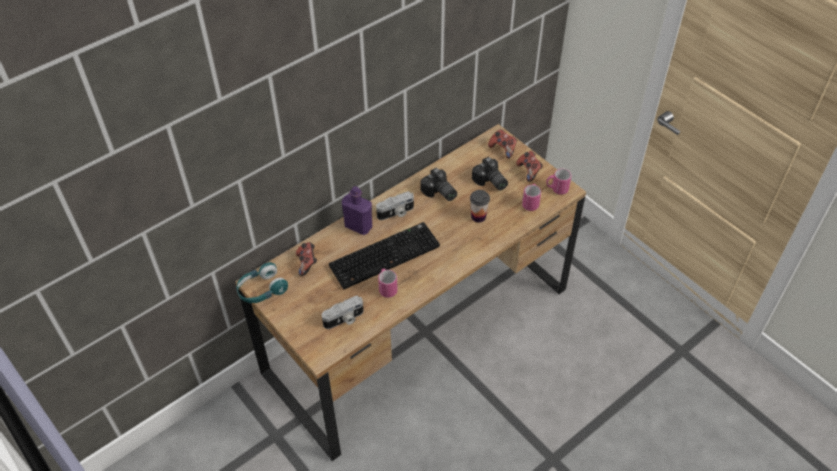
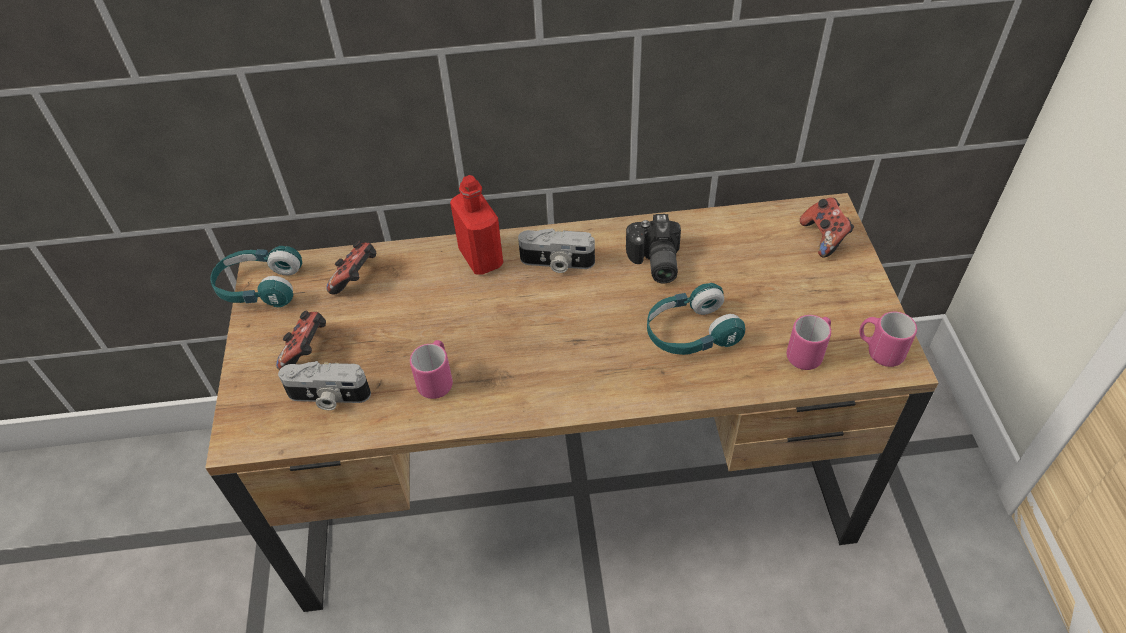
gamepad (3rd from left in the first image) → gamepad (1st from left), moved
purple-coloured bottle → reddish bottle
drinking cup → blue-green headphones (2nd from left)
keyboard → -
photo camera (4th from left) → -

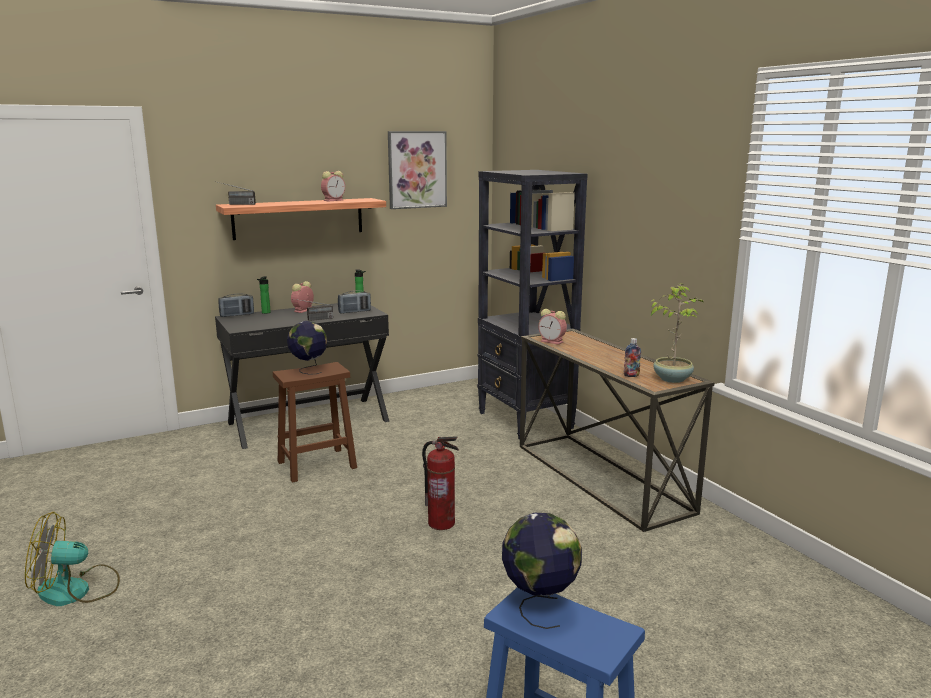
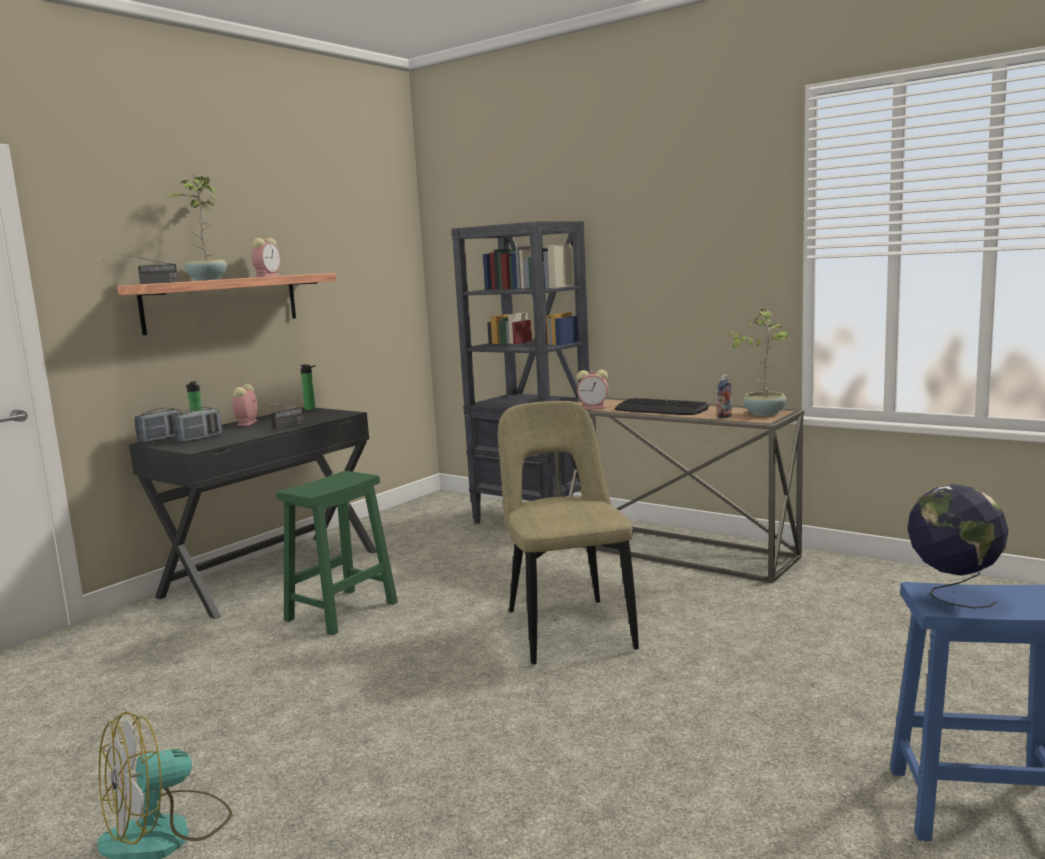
- → plant in a pot (1st from left)
radio receiver (4th from left in the first image) → radio receiver (3rd from left), moved
brown stool → green-coloured stool
extinguisher → beige-coloured plain chair
- → keyboard
world globe (1st from left) → -
wall art → -

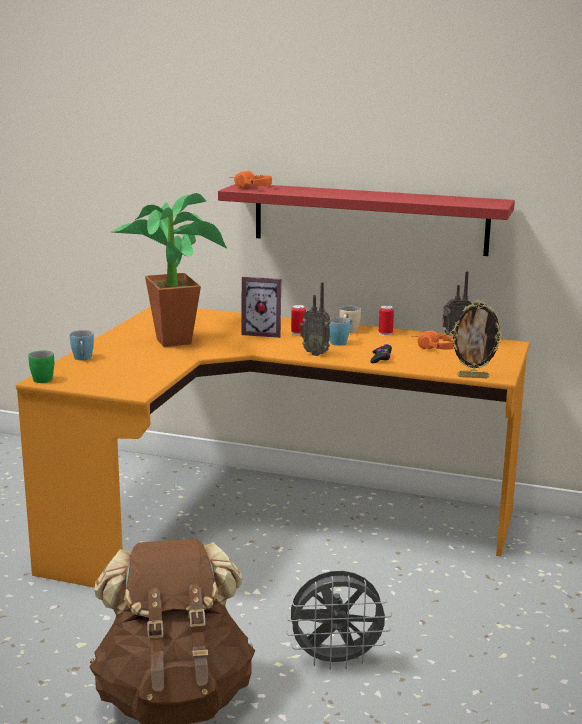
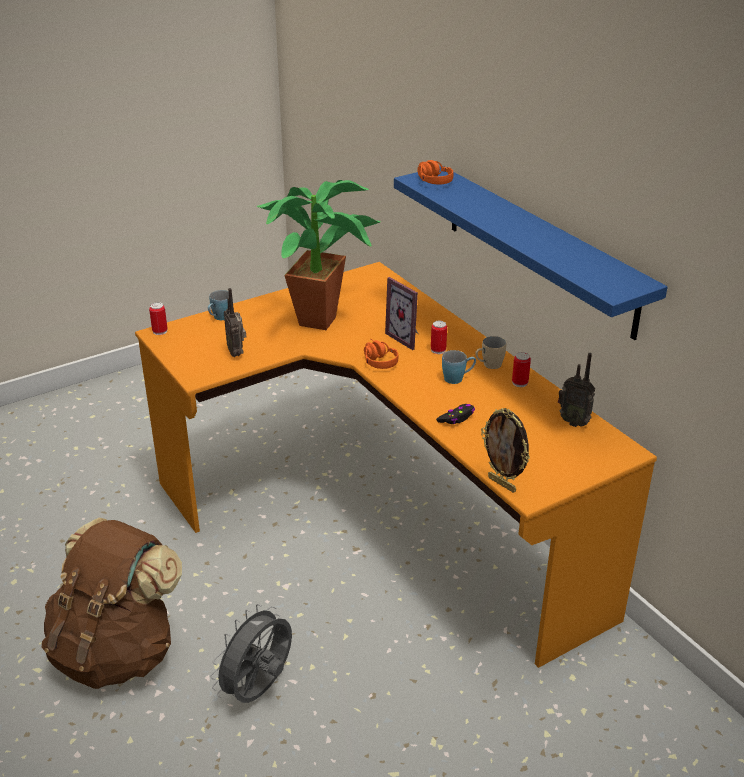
green-coloured tea mug → metal can (1st from left)
gray cooling fan, 90 degrees clockwise
radio receiver (1st from left), moved
orange-coloured headphones (2nd from left in the first image) → orange-coloured headphones (1st from left), moved
reddish bracket shelf → blue-coloured bracket shelf

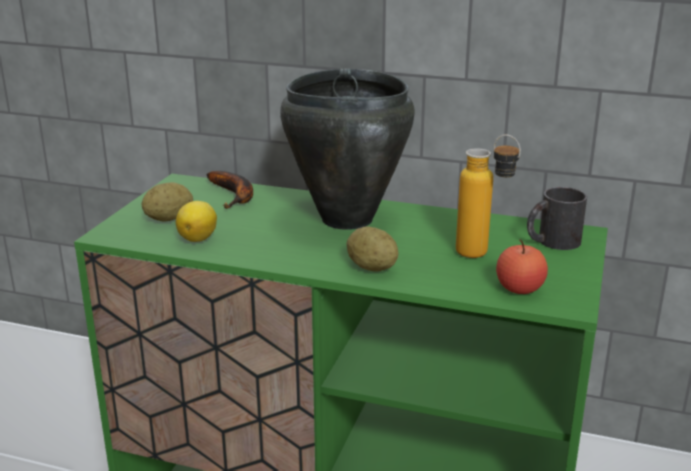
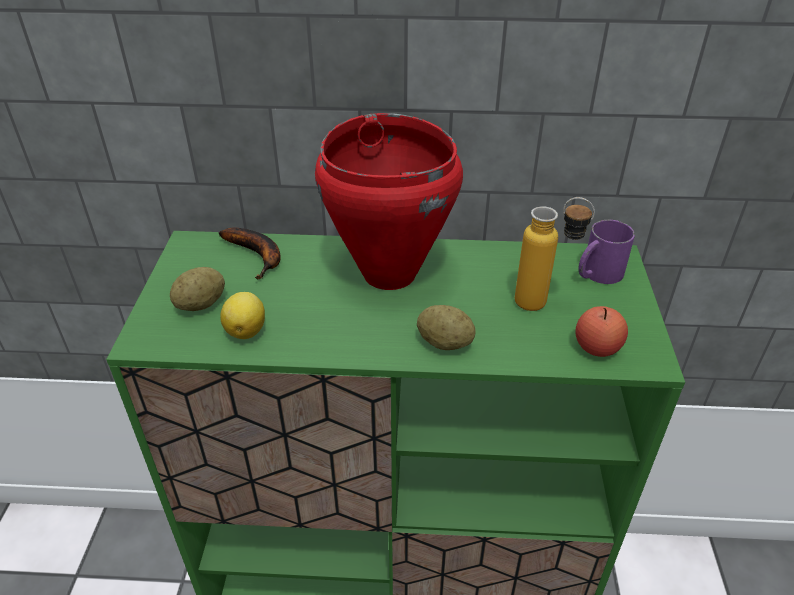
black stockpot → reddish stockpot
black tea mug → purple-coloured tea mug

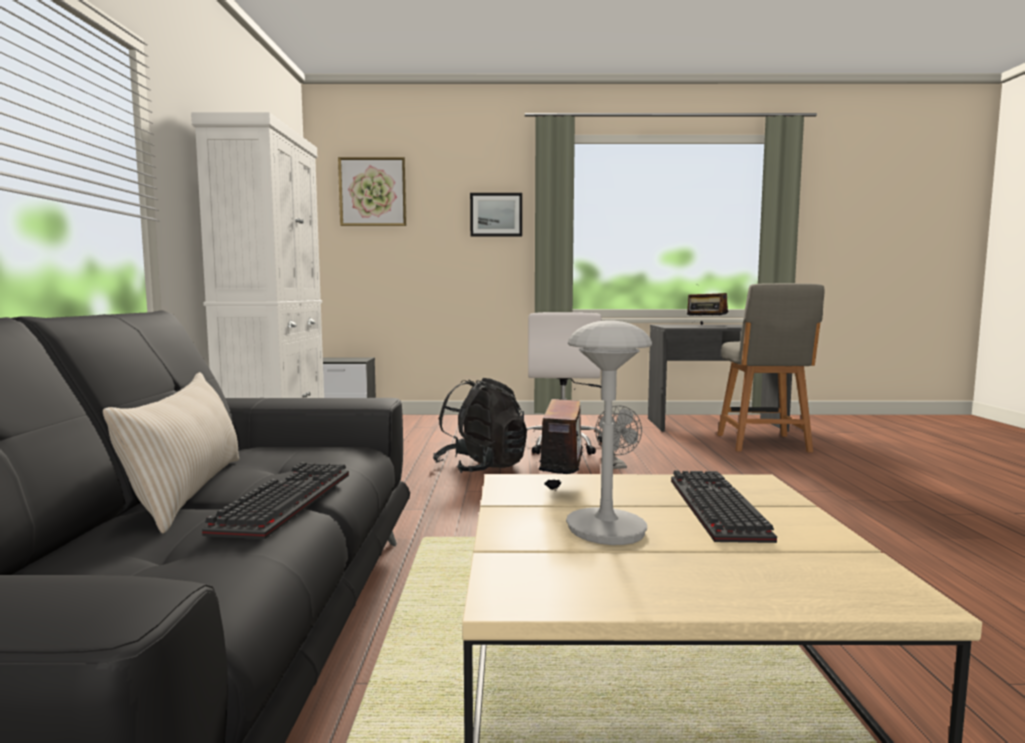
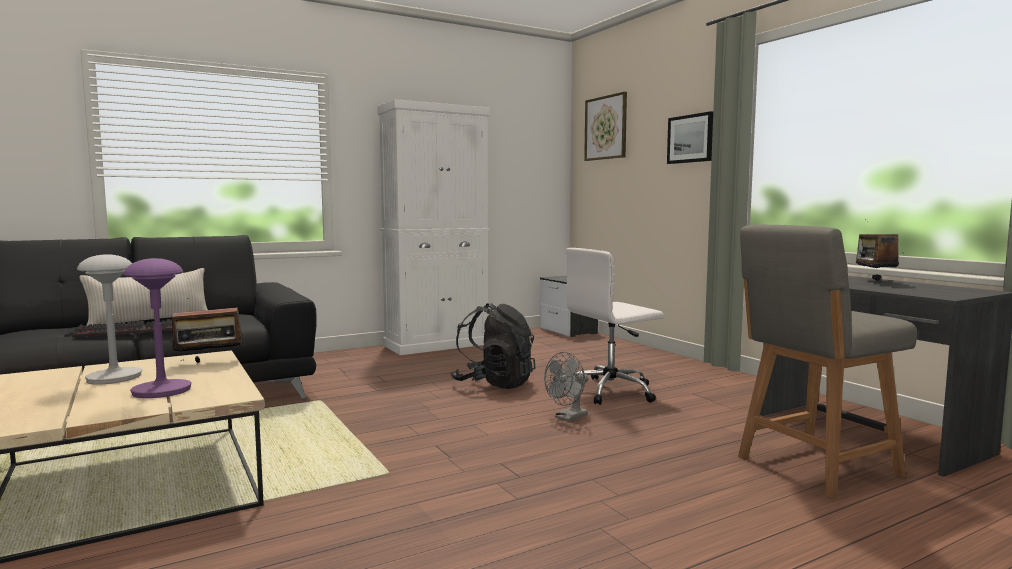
keyboard (2nd from left) → purple-coloured lamp for a table

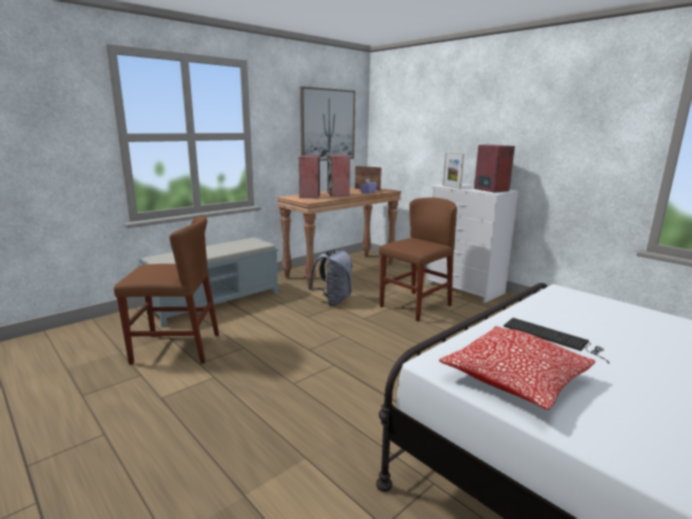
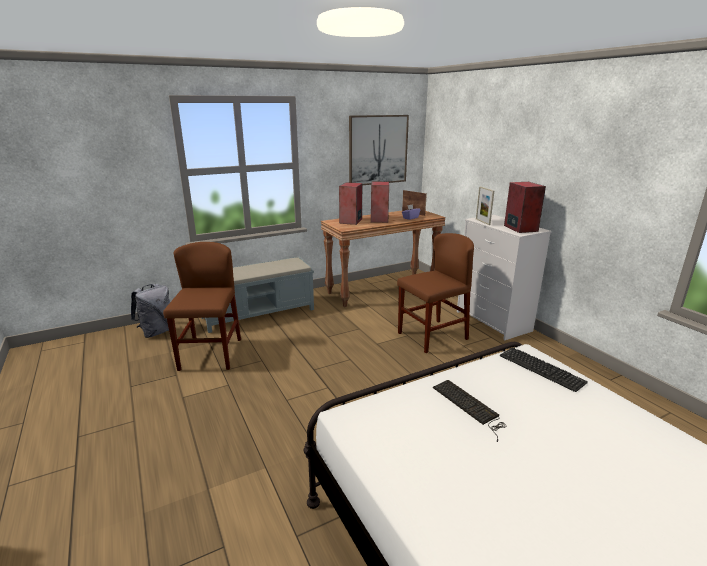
gray rucksack, moved
brown plain chair (1st from left), 105 degrees counterclockwise
- → keyboard (2nd from left)
cushion → -

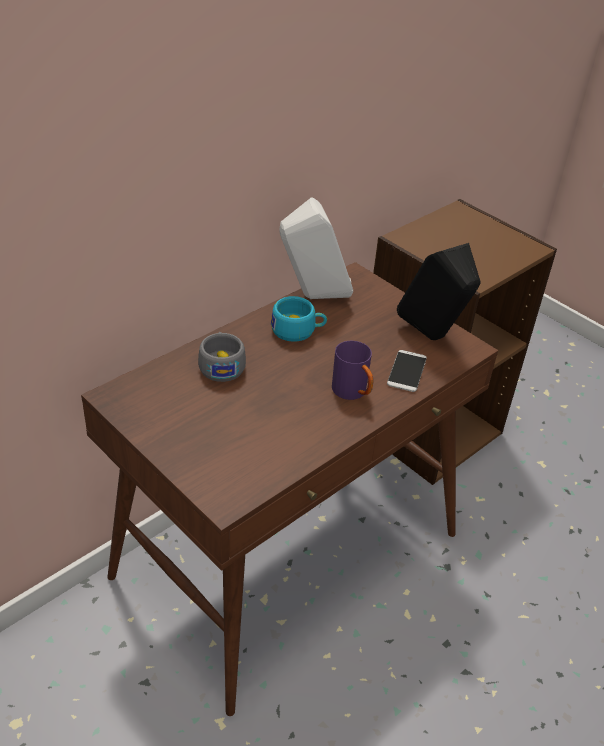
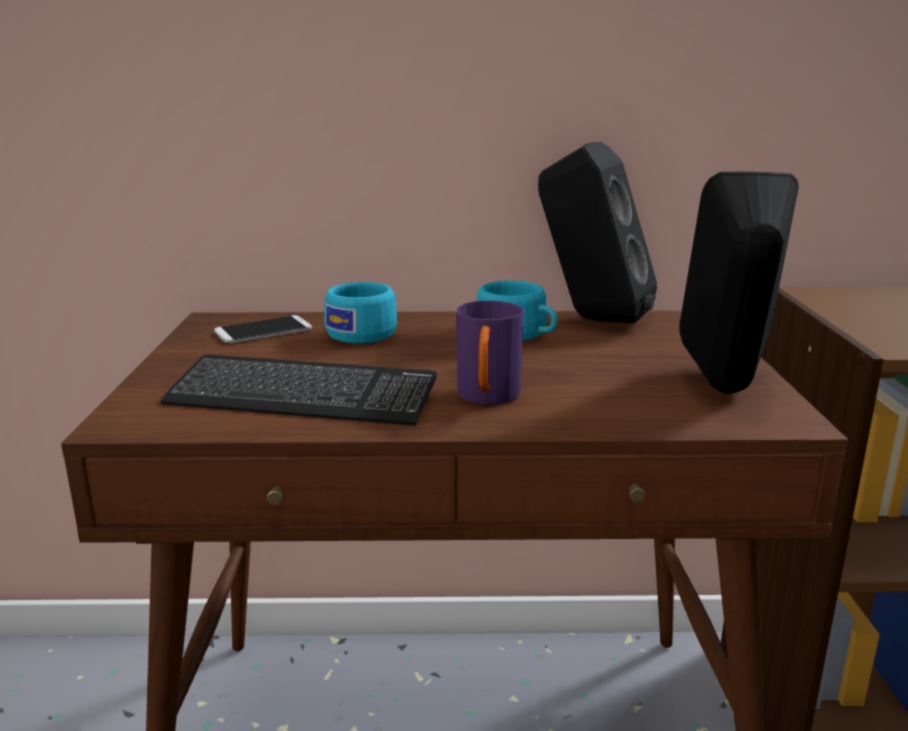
- → keyboard
handset, moved
gray drinking cup → blue-green drinking cup (1st from left)
white speaker → black speaker (1st from left)

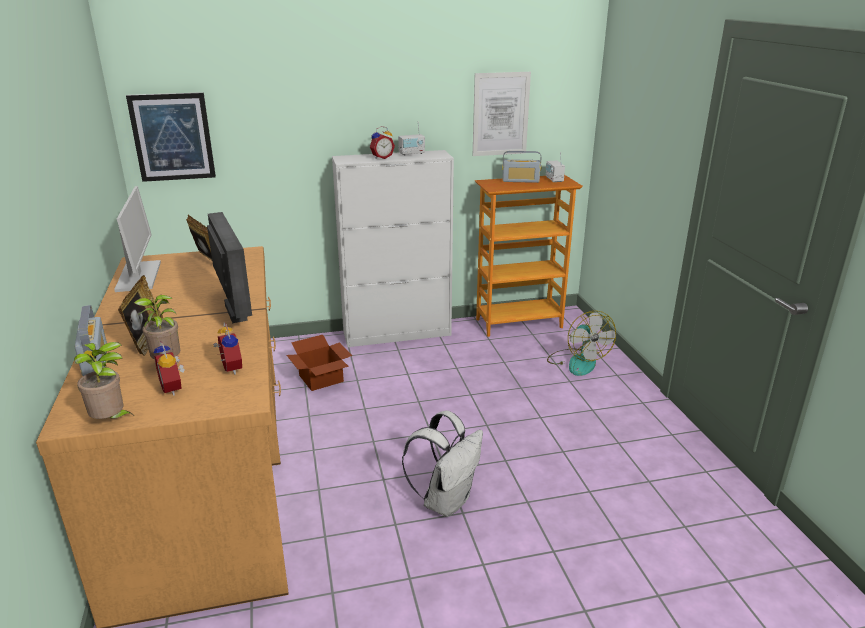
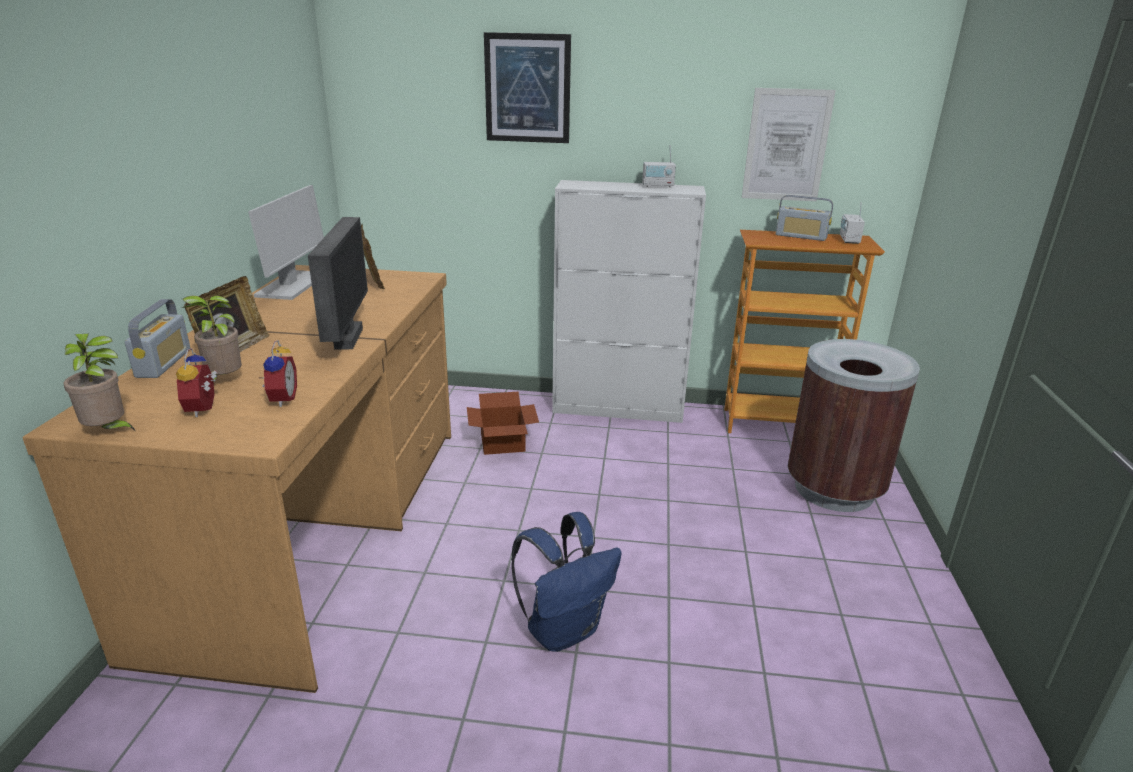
wall art (1st from left), moved
white rucksack → blue-coloured rucksack
cooling fan → brown trash can
alarm clock (3rd from left) → -

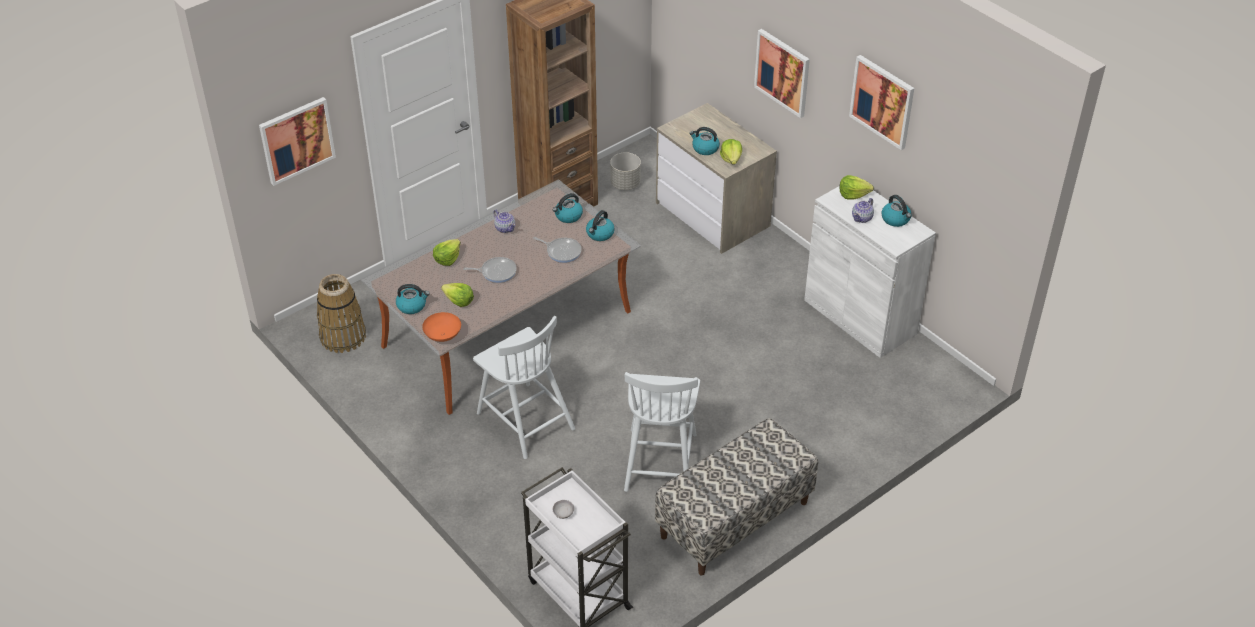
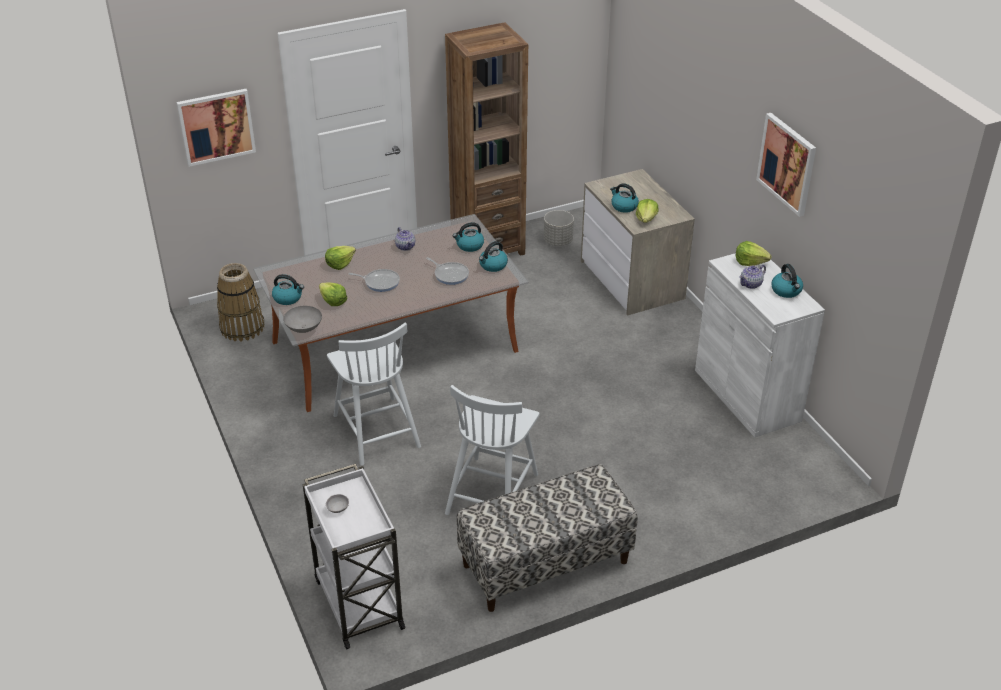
orange-coloured serving bowl → gray serving bowl (1st from left)
wall art (2nd from left) → -

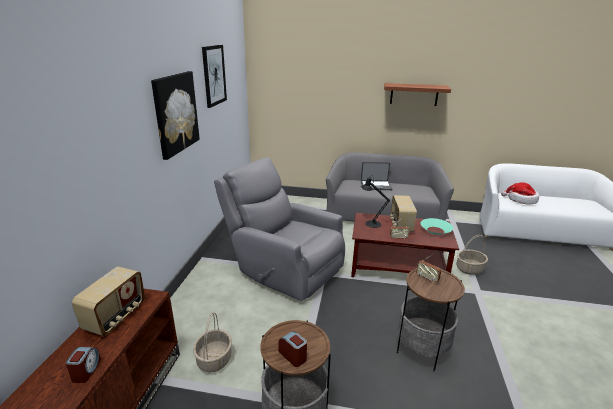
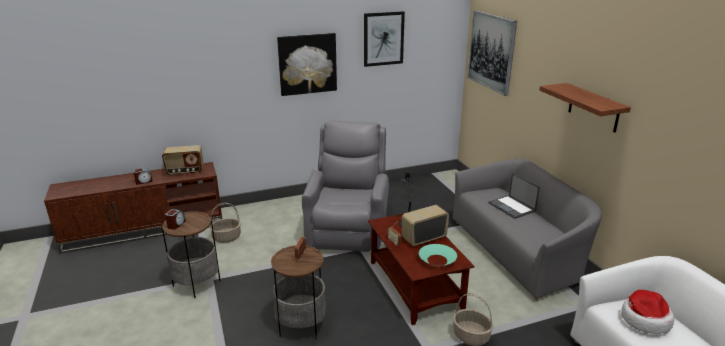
- → wall art (3rd from left)

